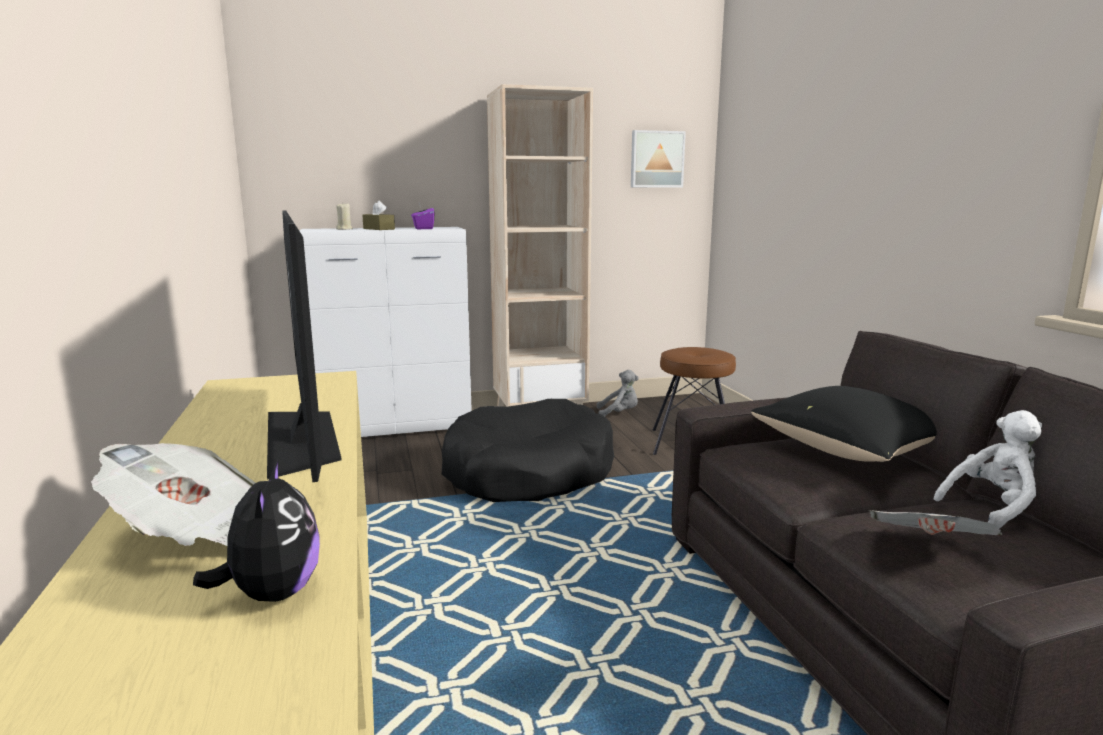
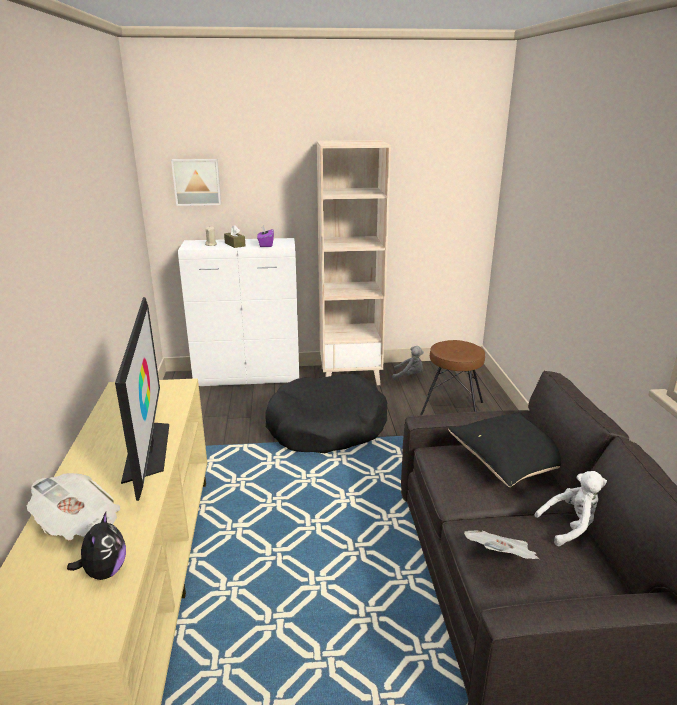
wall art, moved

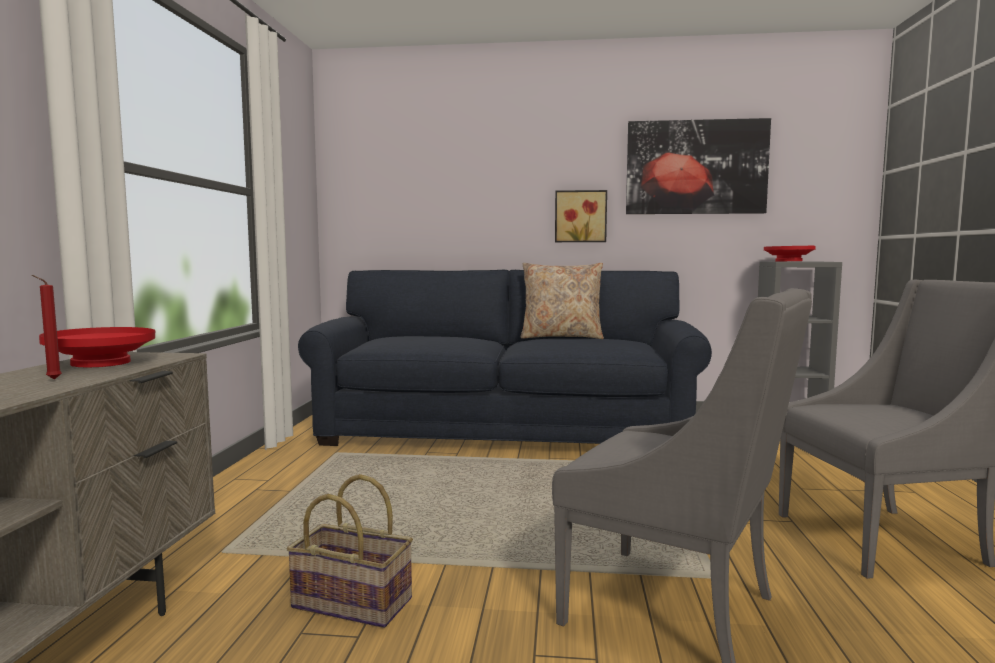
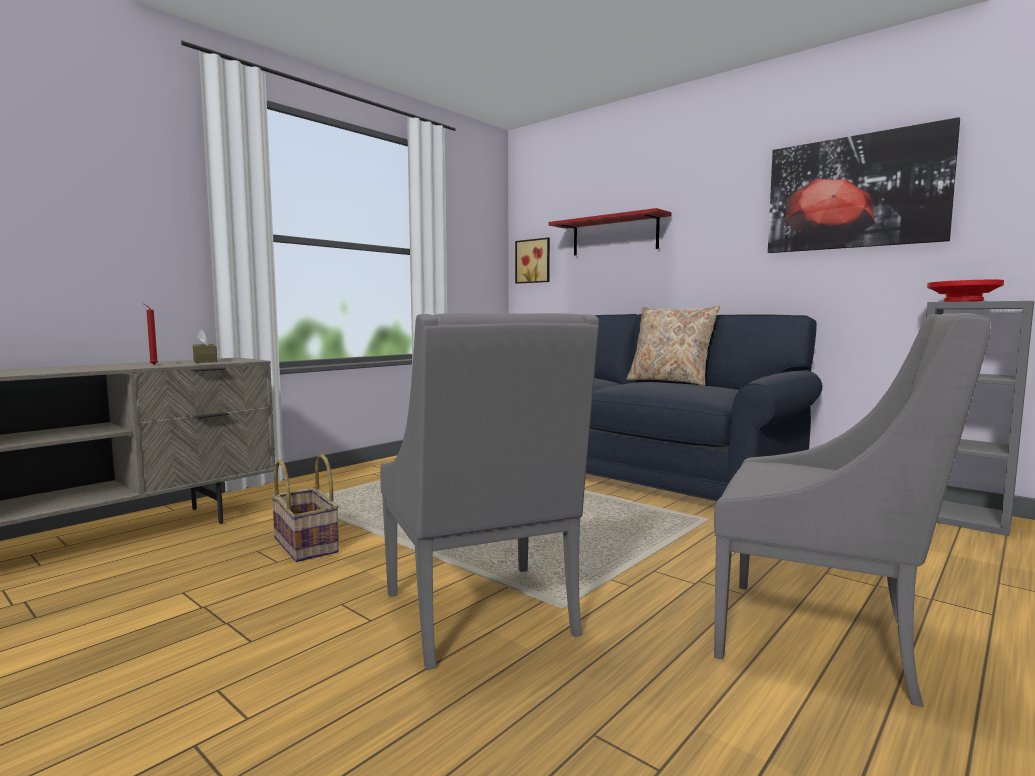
reddish serving bowl (1st from left) → brown box of tissues
wall art (1st from left), moved
- → reddish bracket shelf

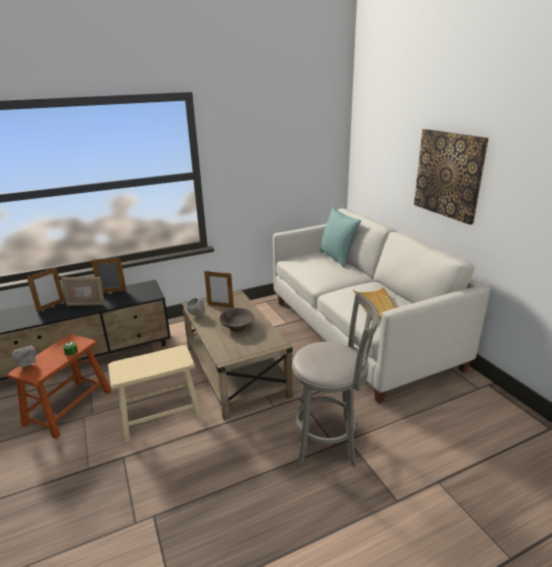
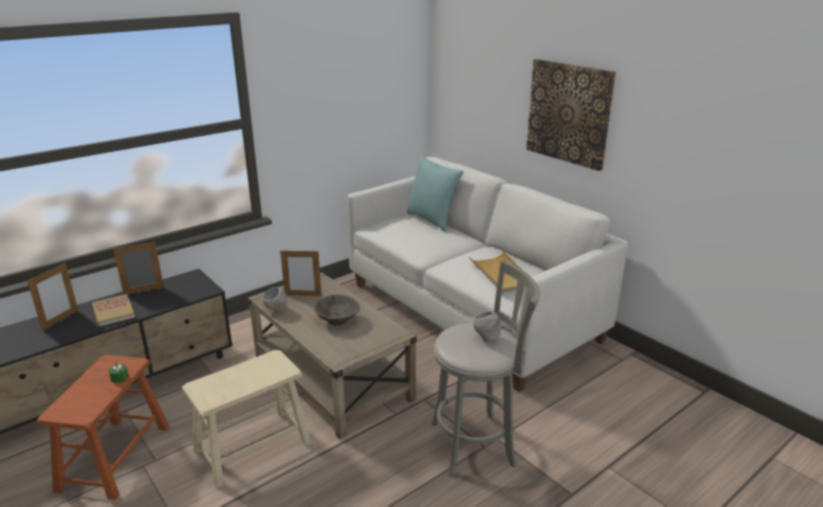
standing frame (2nd from left) → book
gray serving bowl (1st from left in the first image) → gray serving bowl (2nd from left), moved

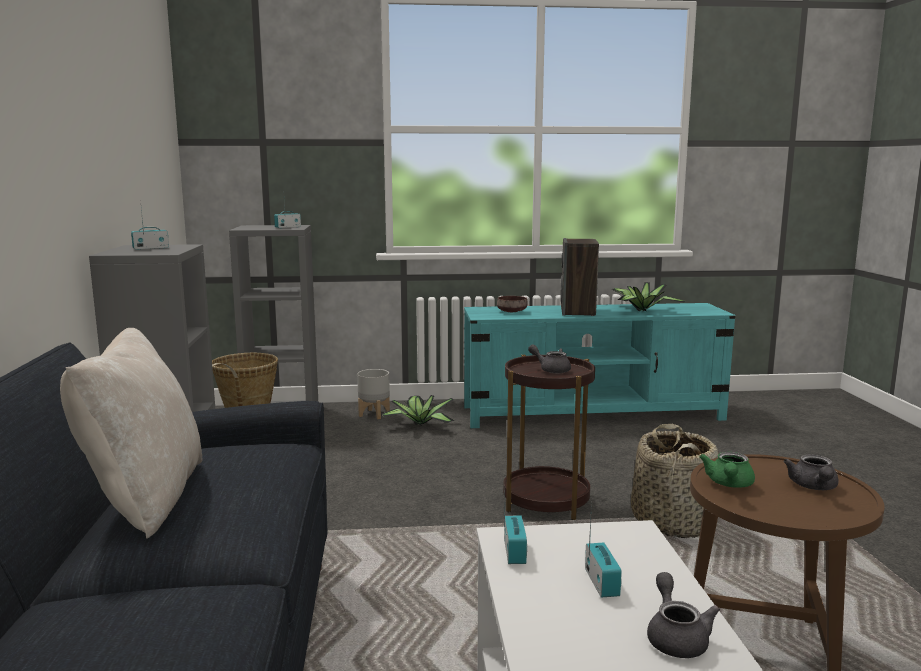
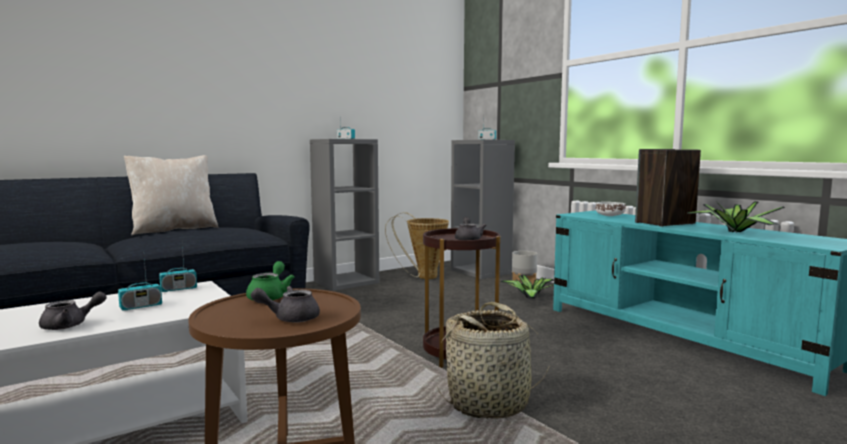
green-coloured tea pot, 105 degrees clockwise
brown serving bowl → white serving bowl

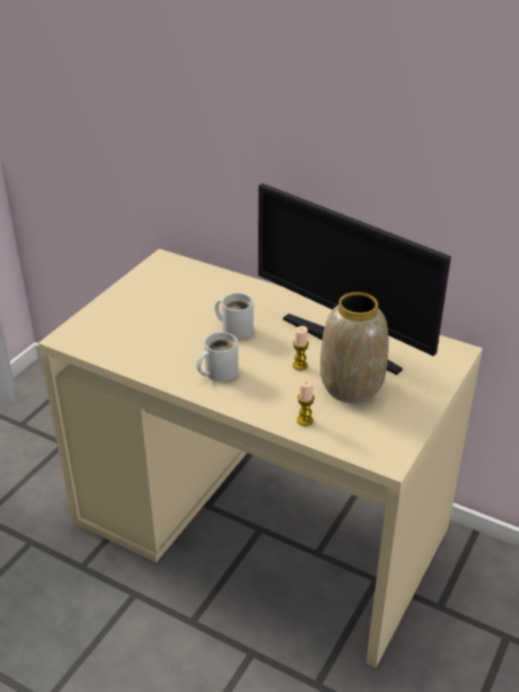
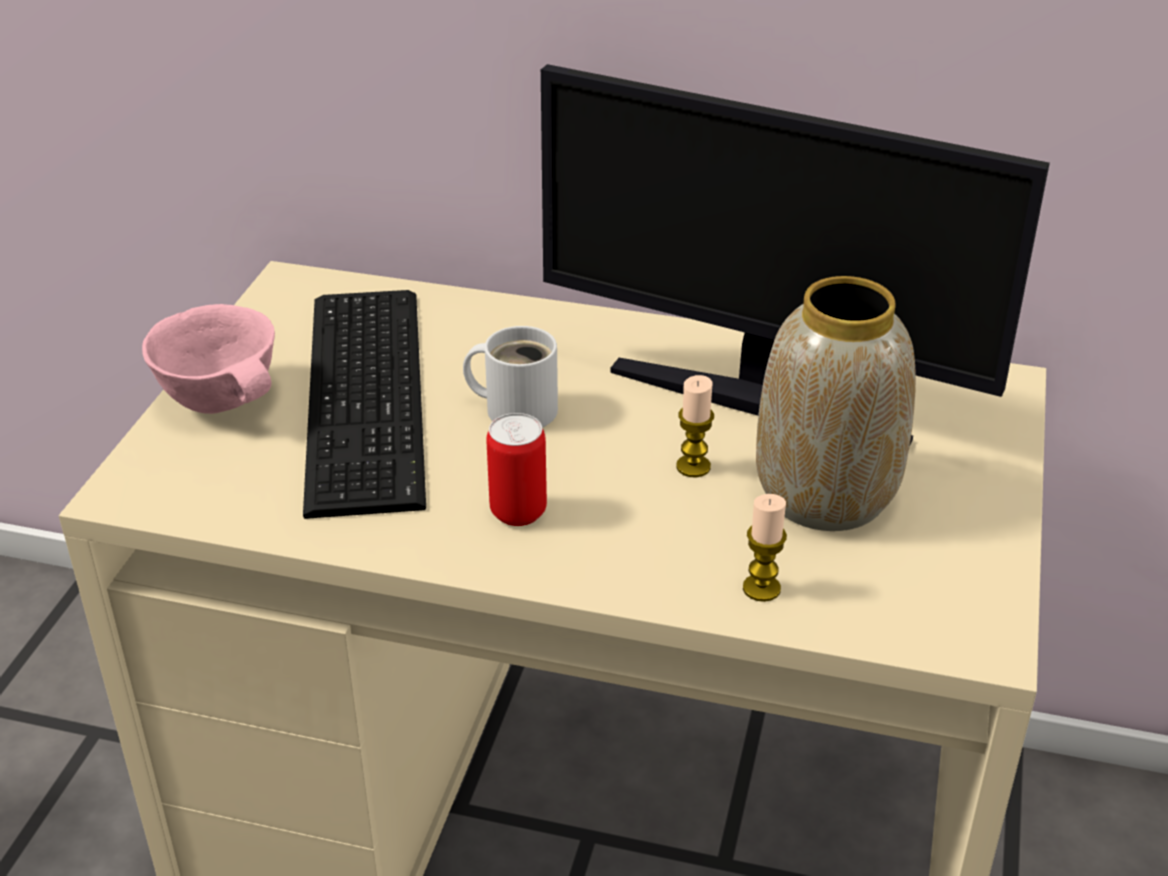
- → pinkish serving bowl
- → keyboard
white tea mug (1st from left) → metal can

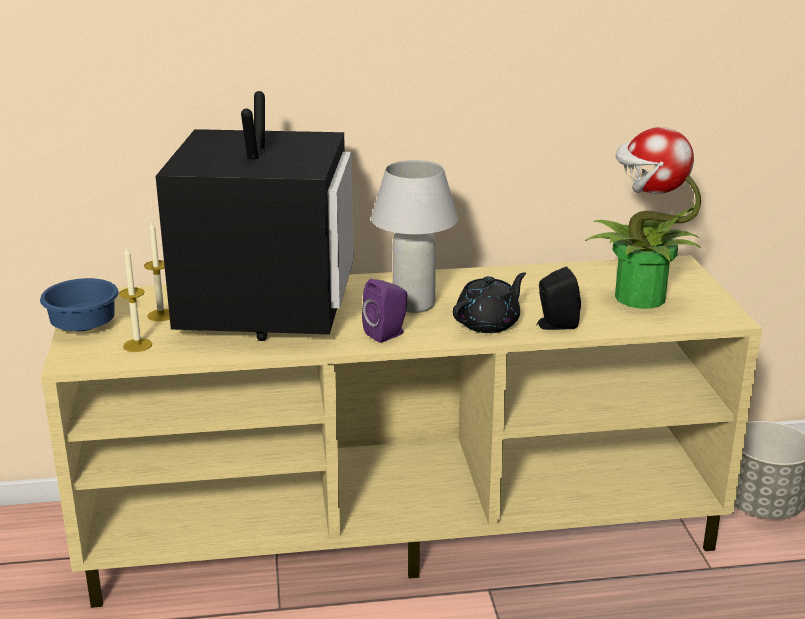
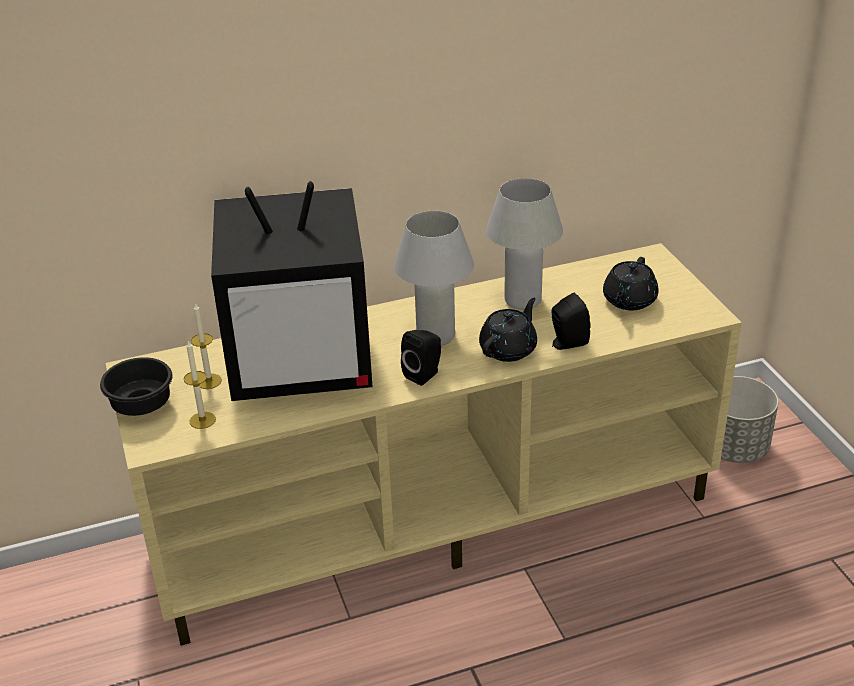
blue-coloured serving bowl → black serving bowl
television, 90 degrees clockwise
purple-coloured speaker → black speaker (1st from left)
- → white lamp for a table (2nd from left)
plant in a pot → black tea pot (2nd from left)

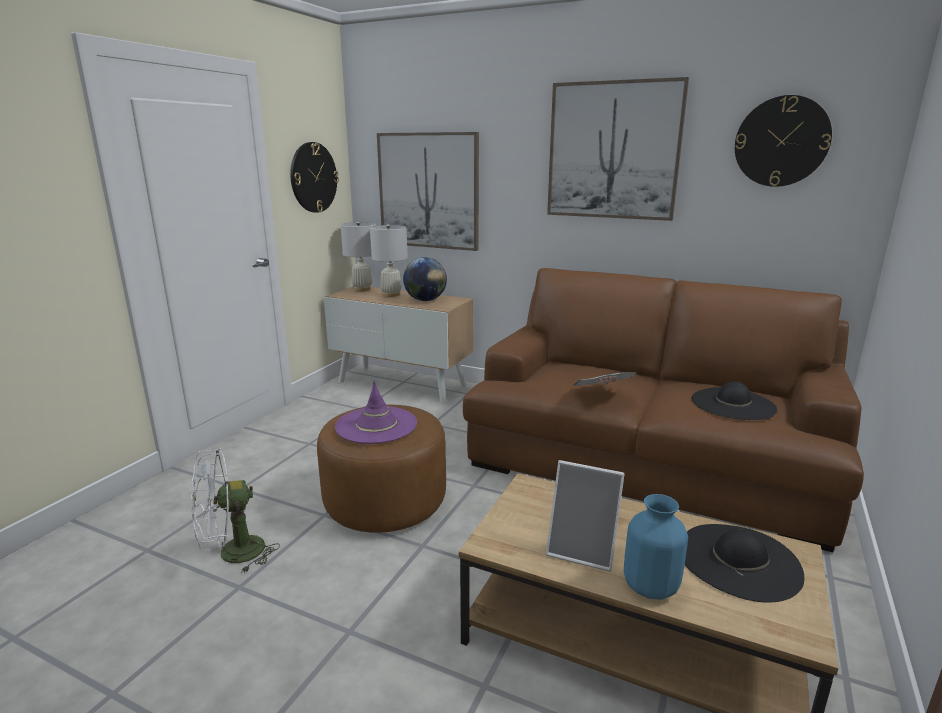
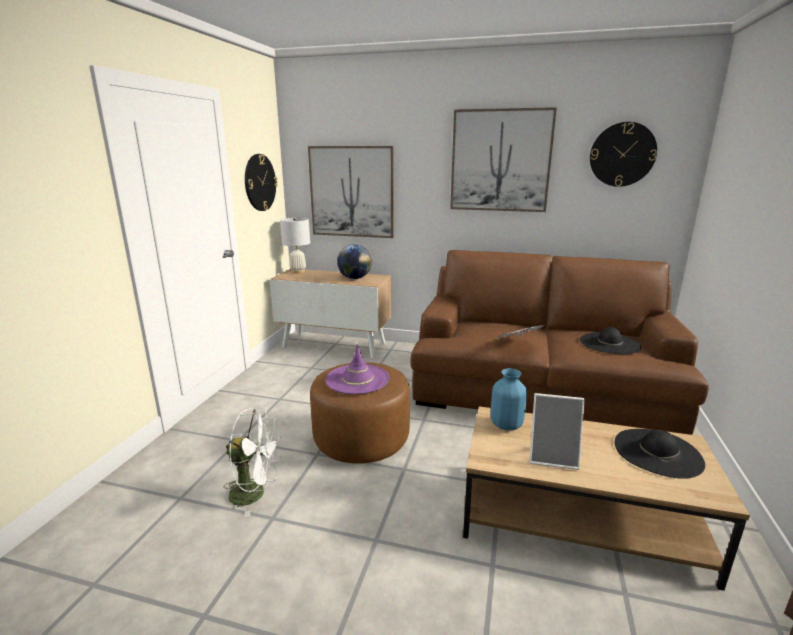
white cooling fan, 135 degrees counterclockwise
blue-coloured flower vase, moved
white lamp for a table (2nd from left) → -

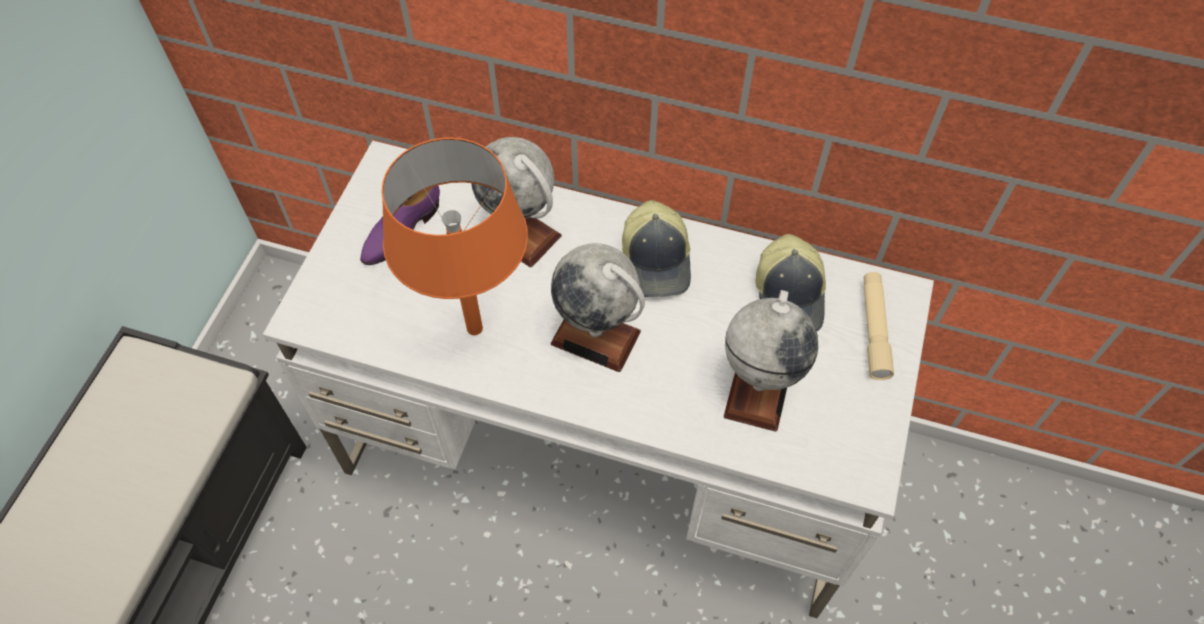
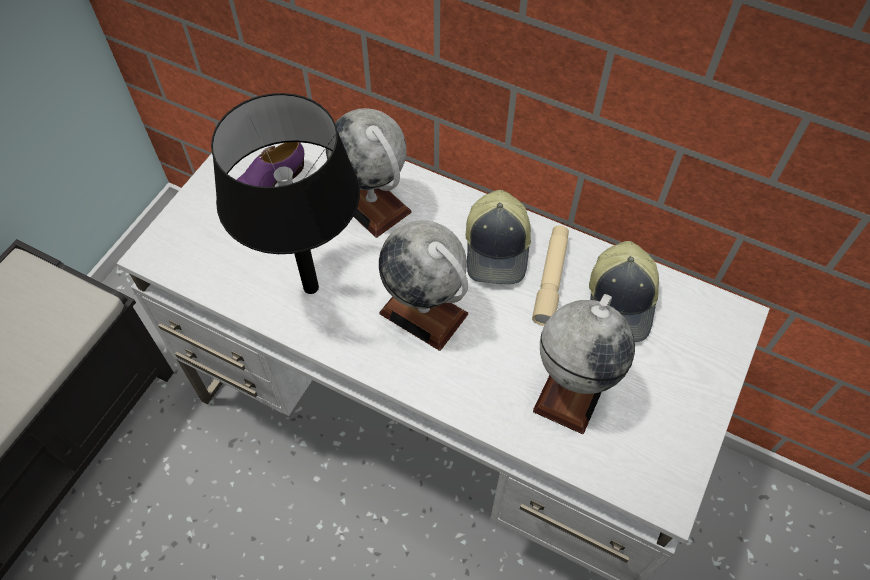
orange-coloured lamp for a table → black lamp for a table
beige-coloured flashlight, moved

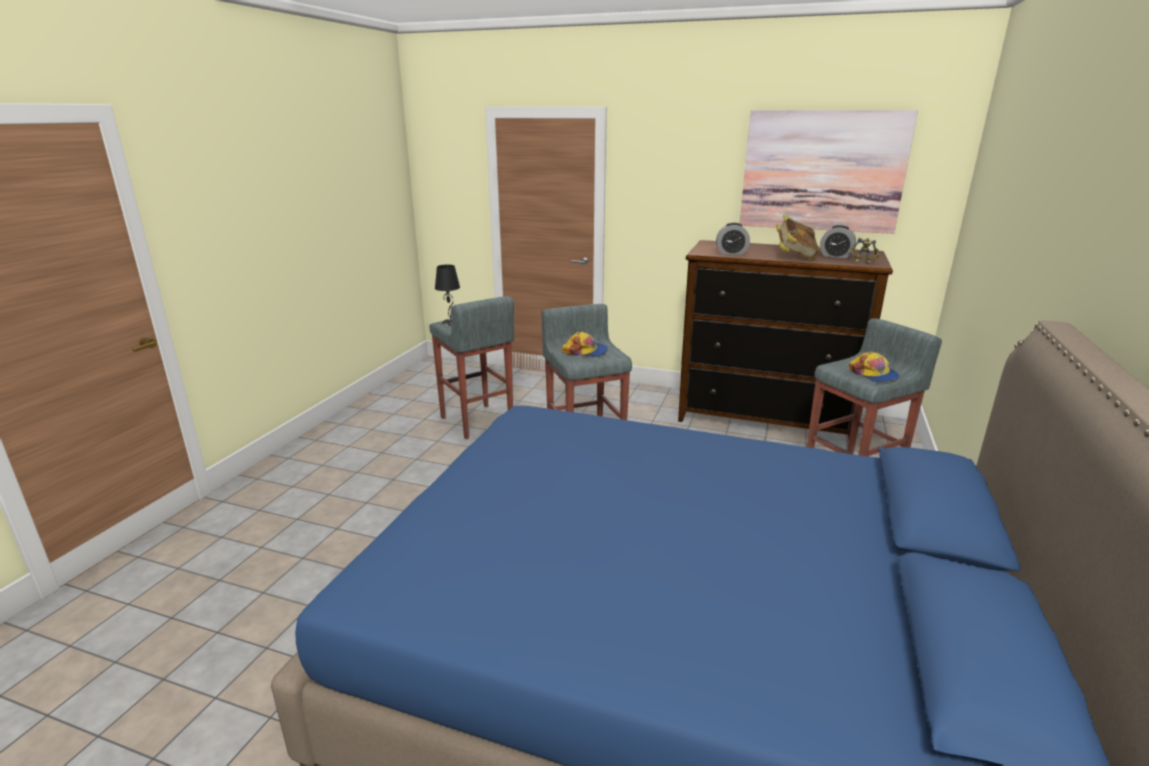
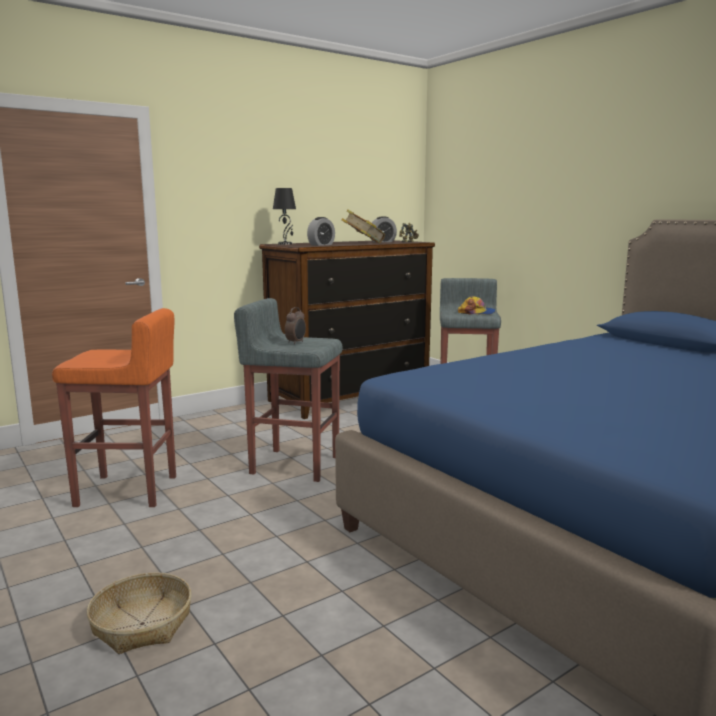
gray stool (1st from left) → orange-coloured stool
- → household basket
black lamp for a table, moved
baseball cap (1st from left) → alarm clock (1st from left)
wall art → -

